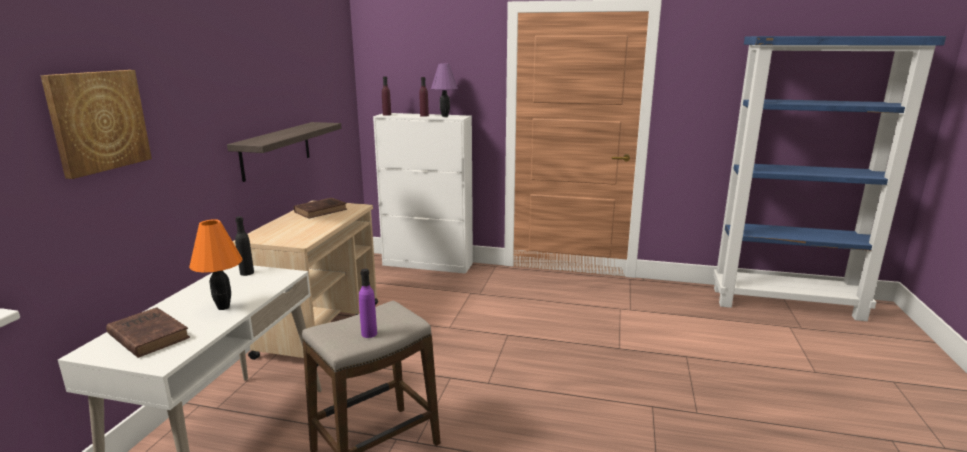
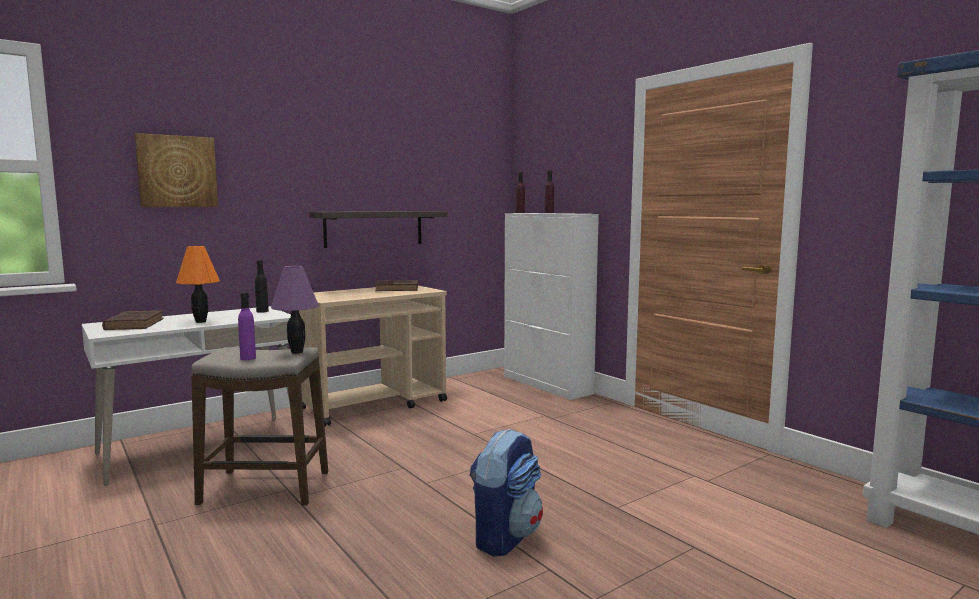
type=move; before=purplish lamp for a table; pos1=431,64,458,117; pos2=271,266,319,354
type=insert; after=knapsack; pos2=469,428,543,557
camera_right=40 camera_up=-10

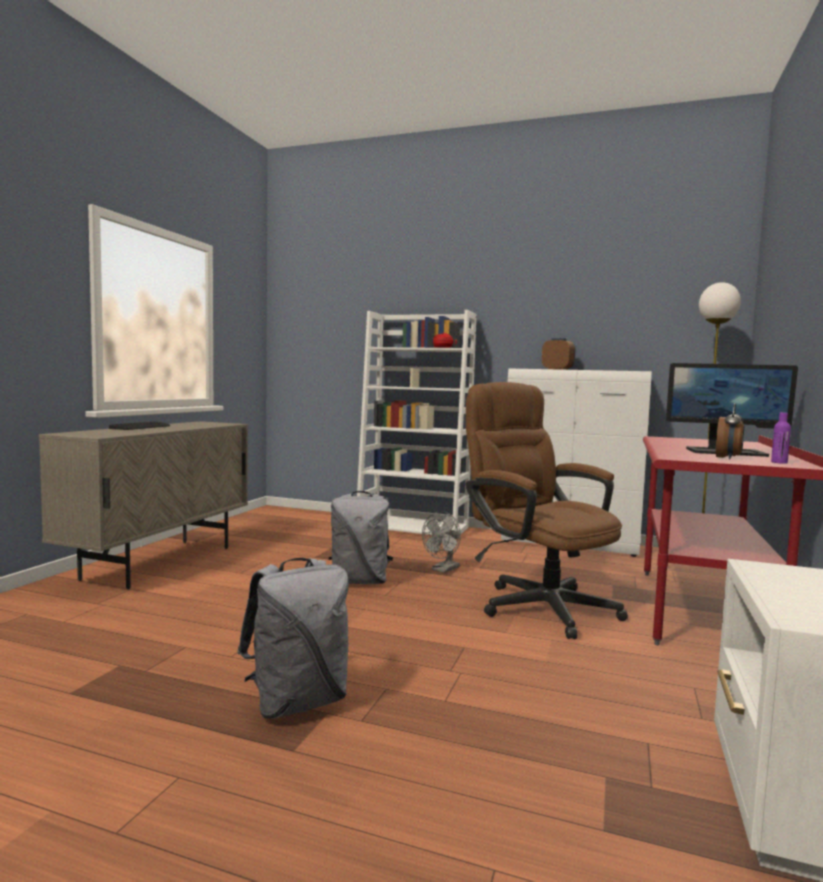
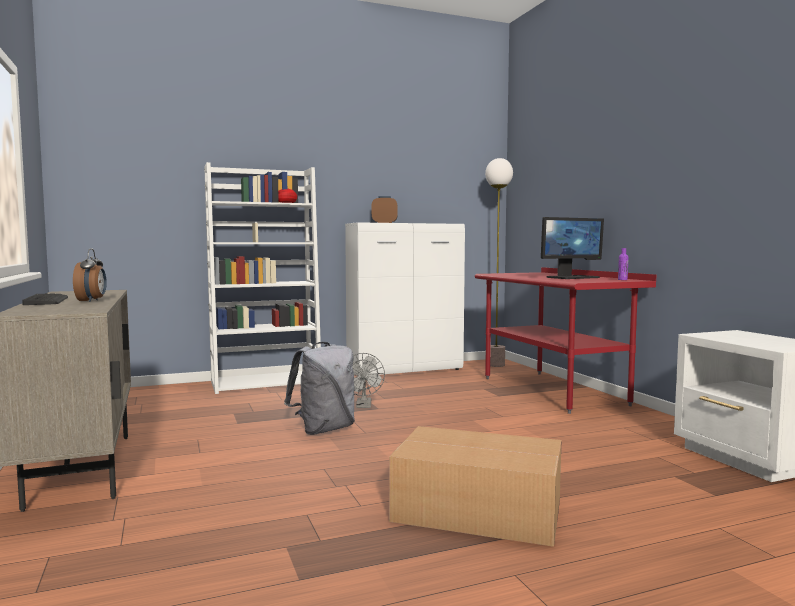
type=move; before=alarm clock; pos1=716,403,744,460; pos2=73,248,107,302
type=replace; before=gray knapsack; after=carton; pos1=237,558,349,719; pos2=389,426,562,547
type=delete; before=brownish office chair; pos1=465,382,628,639
camera_right=-40 camera_up=0

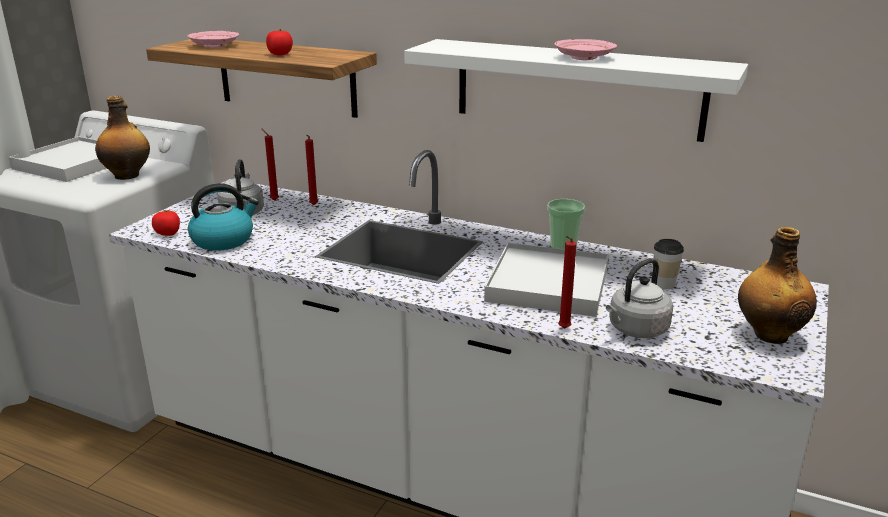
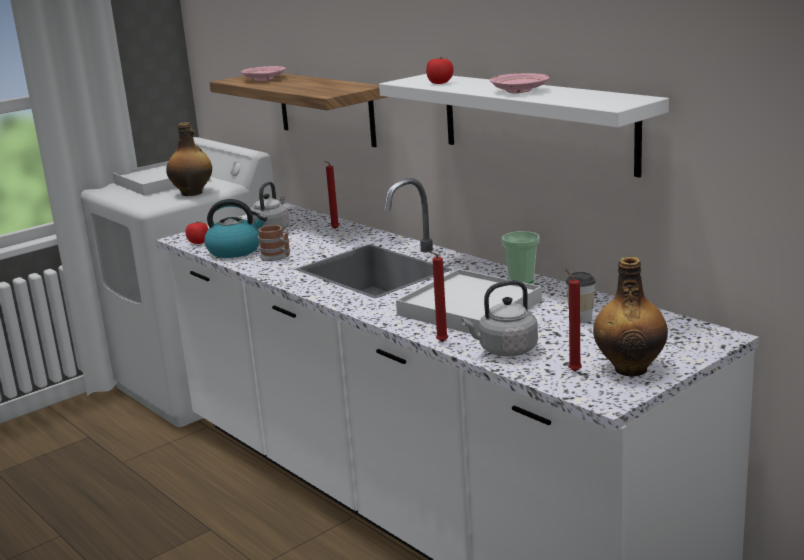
type=insert; after=tea mug; pos2=258,225,290,261
type=move; before=whole tomato; pos1=266,29,293,55; pos2=426,57,454,84
type=move; before=reddish wax candle; pos1=261,128,279,201; pos2=565,269,582,372
camera_right=25 camera_up=-5

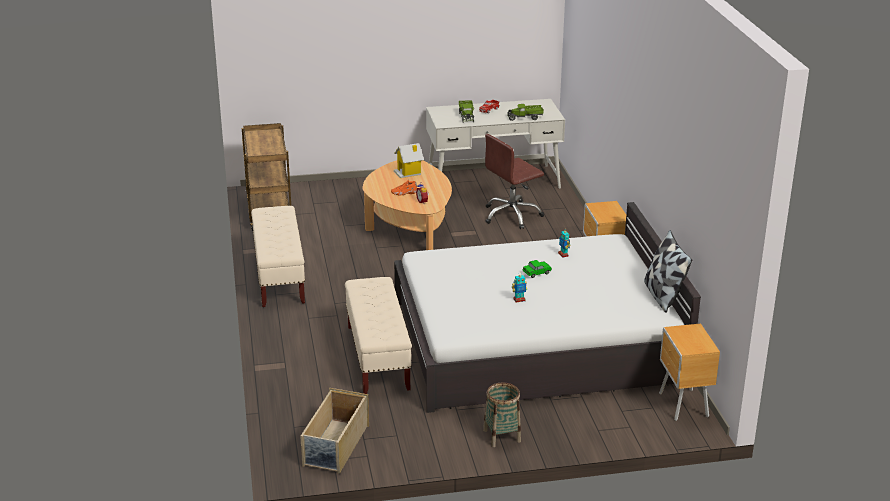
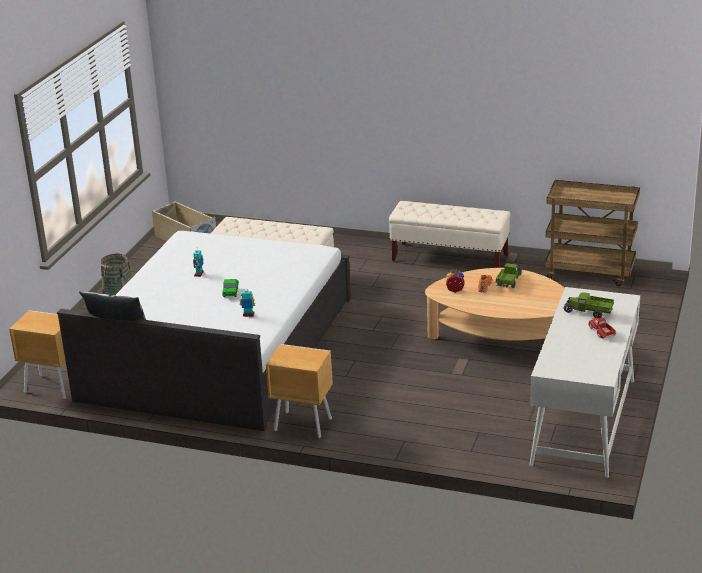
type=move; before=toy lorry; pos1=507,104,544,121; pos2=496,263,522,288
type=delete; before=model house; pos1=394,143,424,178
type=delete; before=brownish office chair; pos1=485,134,544,229
camera_right=120 camera_up=0

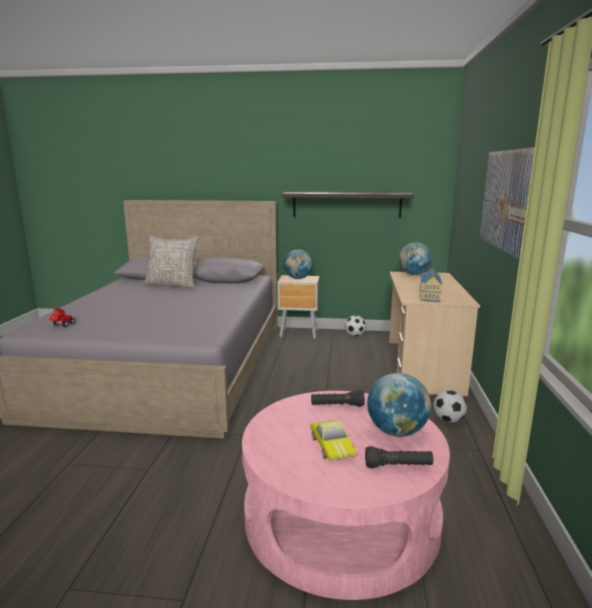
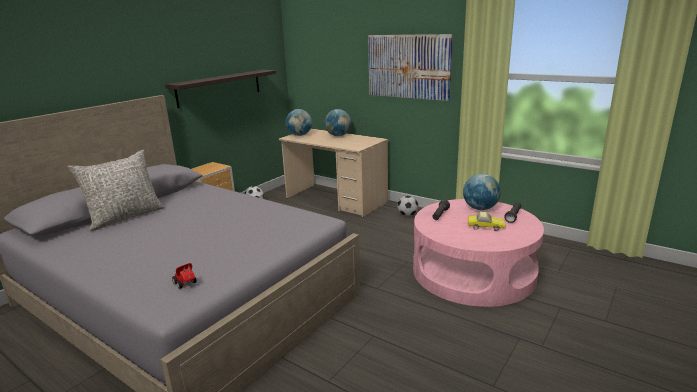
type=move; before=world globe; pos1=283,250,313,279; pos2=324,109,351,136
type=delete; before=model house; pos1=420,268,442,302
camera_right=-60 camera_up=5

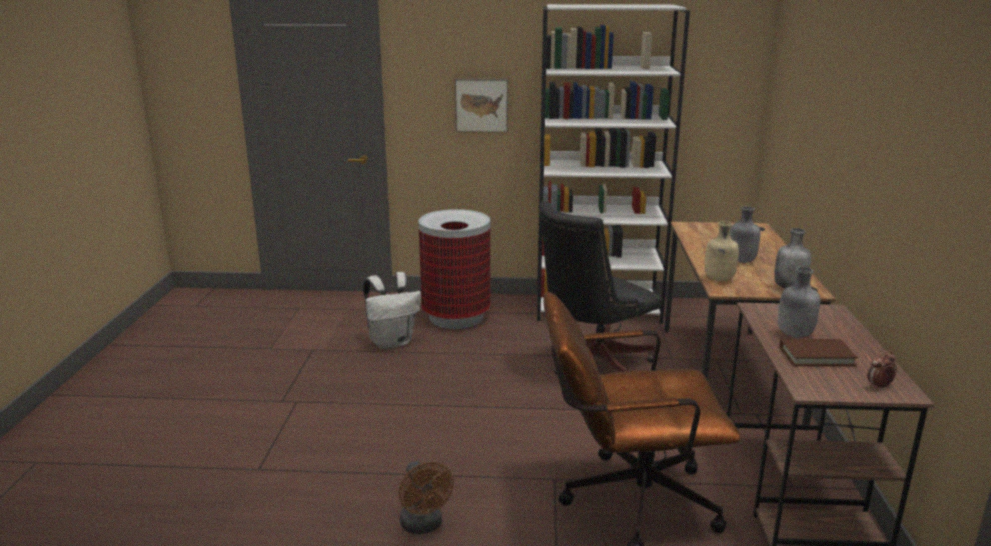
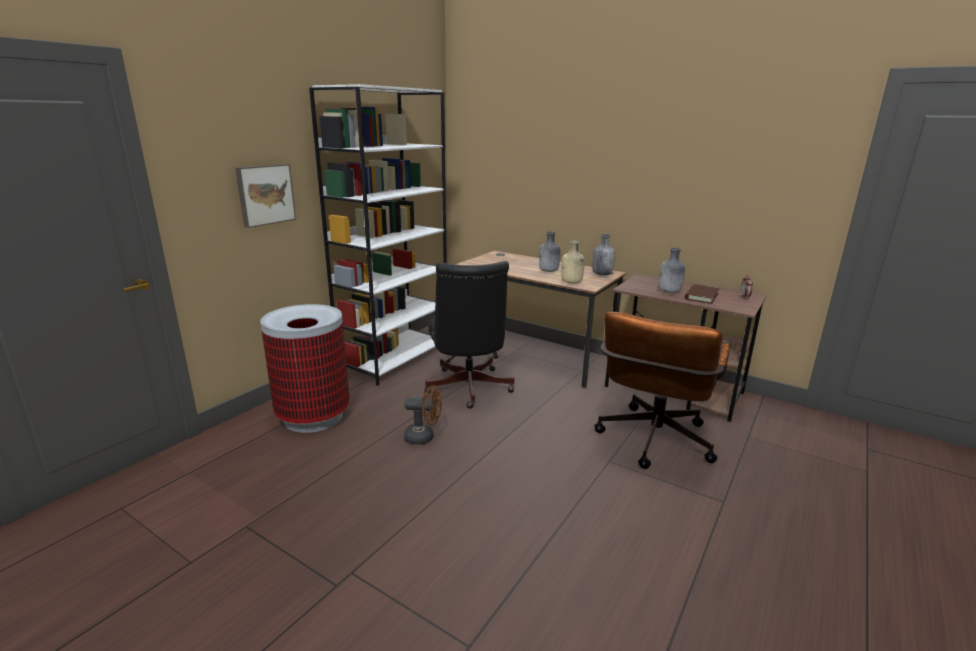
type=move; before=brownish electric fan; pos1=399,461,454,534; pos2=404,385,442,445
type=delete; before=white-coloured knapsack; pos1=363,272,421,349
camera_right=-60 camera_up=0

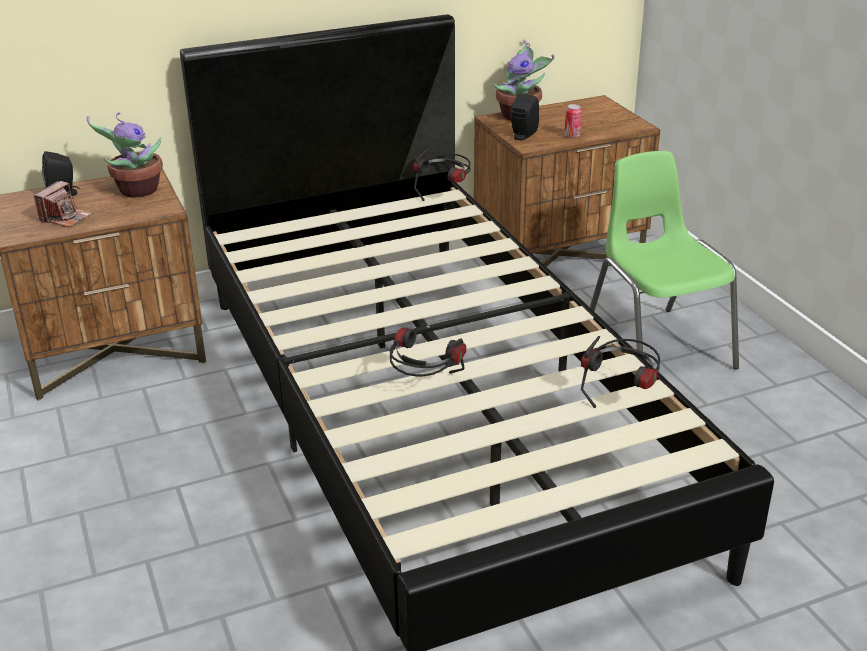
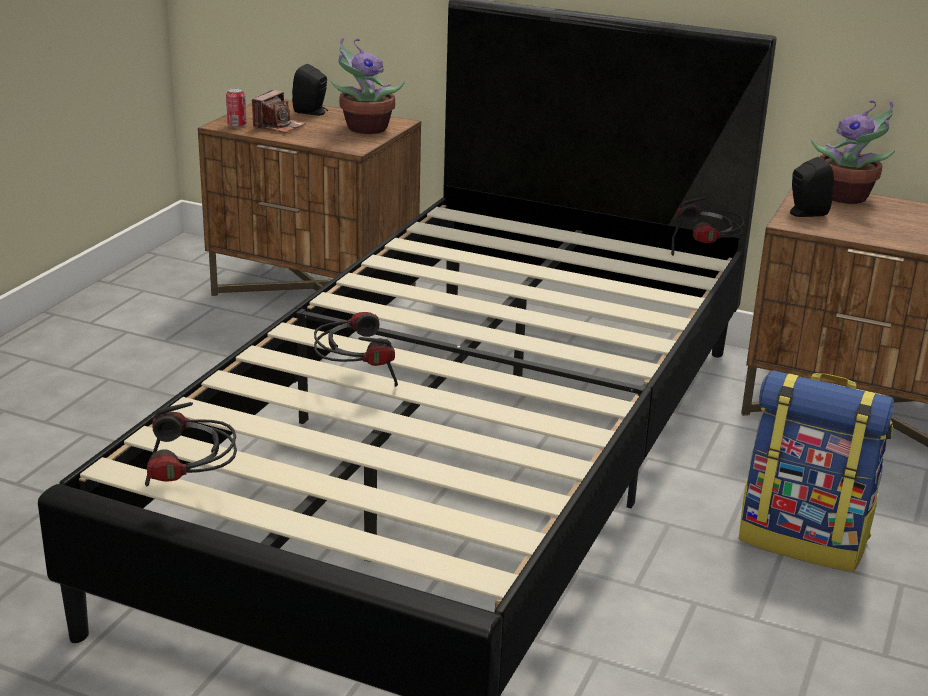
type=move; before=pair of headphones; pos1=581,336,660,408; pos2=145,402,237,487
type=move; before=sealed can; pos1=564,104,582,138; pos2=226,88,246,127
type=rotate; before=photo camera; pos1=34,181,93,227; pos2=252,90,306,133; turn=-45
type=replace; before=green upright chair; after=knapsack; pos1=590,151,739,370; pos2=739,370,894,572
camera_right=45 camera_up=-5

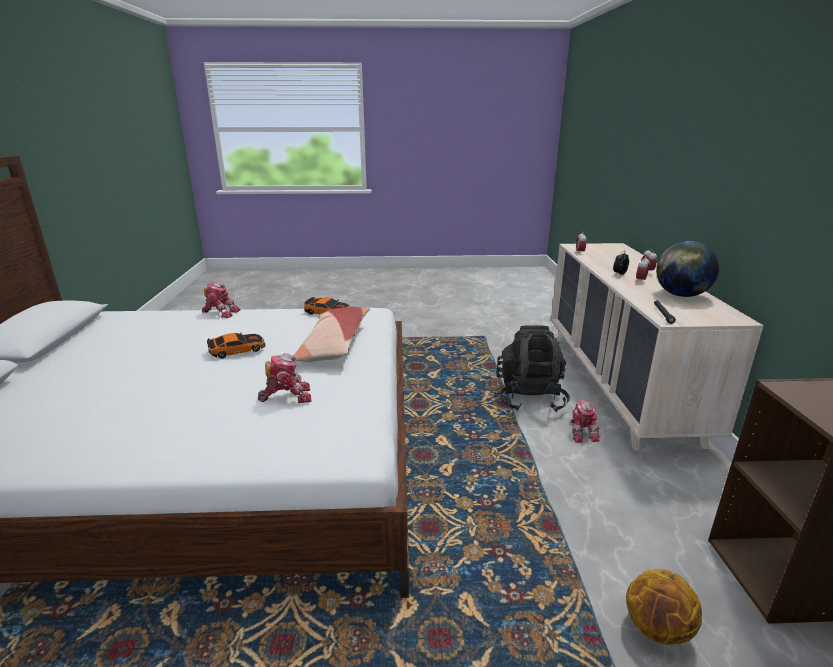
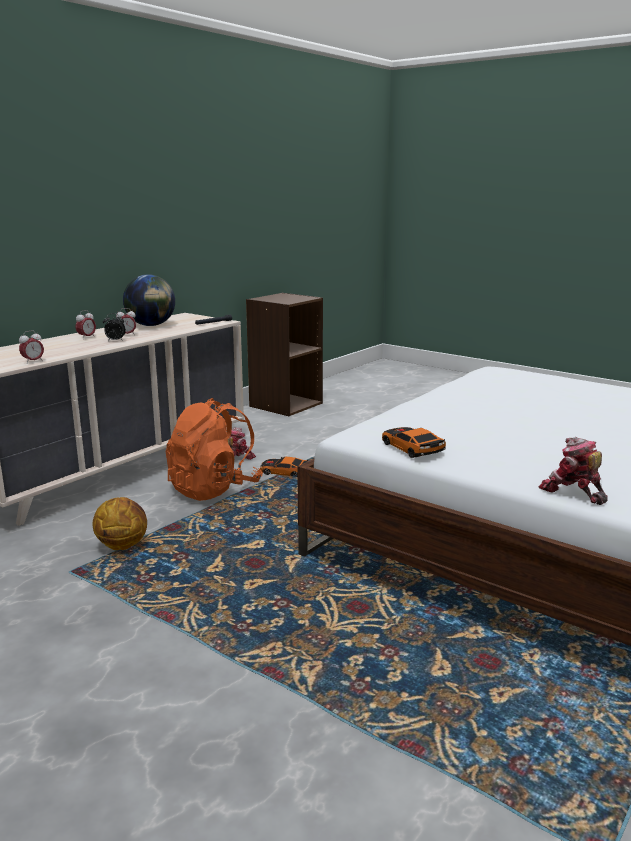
type=move; before=basketball ball; pos1=626,569,702,645; pos2=92,497,147,550
type=recolor; before=blackish knapsack; after=orangey knapsack; pos1=496,325,570,412; pos2=165,398,263,501
type=move; before=miniature car; pos1=207,333,265,358; pos2=260,457,308,477
type=delete; before=model robot; pos1=258,353,311,403
type=delete; before=throw pillow; pos1=294,307,370,362
camera_right=-140 camera_up=-5

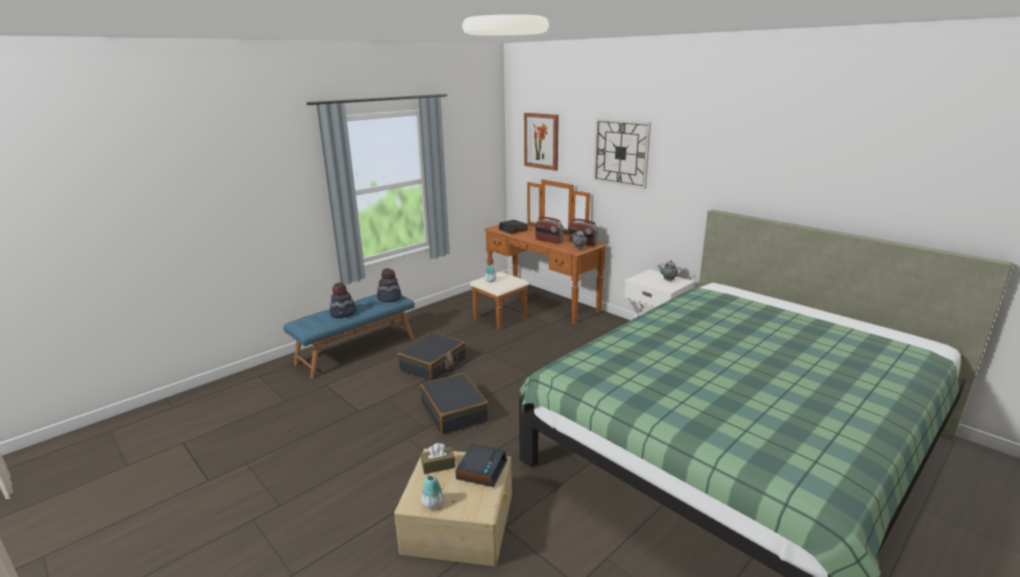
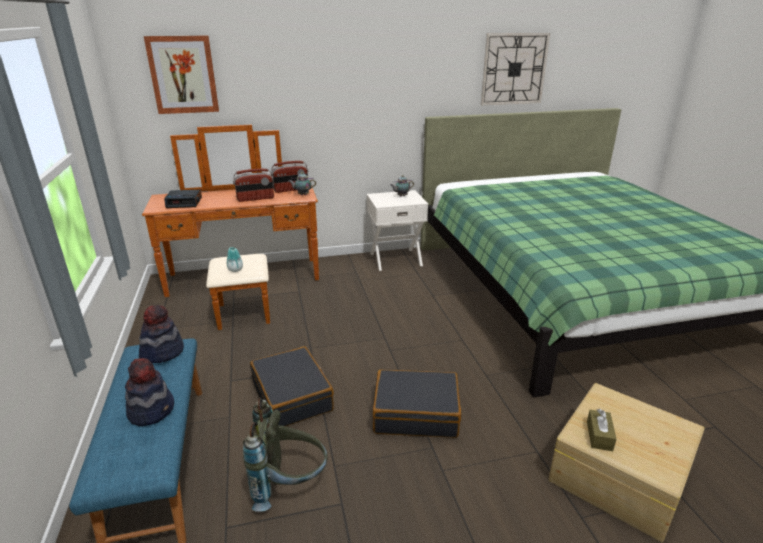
type=insert; after=gray knapsack; pos2=243,398,328,512
type=move; before=hanging clock; pos1=593,119,651,189; pos2=481,33,550,105
type=delete; before=decorative vase; pos1=421,475,443,509
type=delete; before=alarm clock; pos1=455,444,507,487
camera_right=-60 camera_up=5

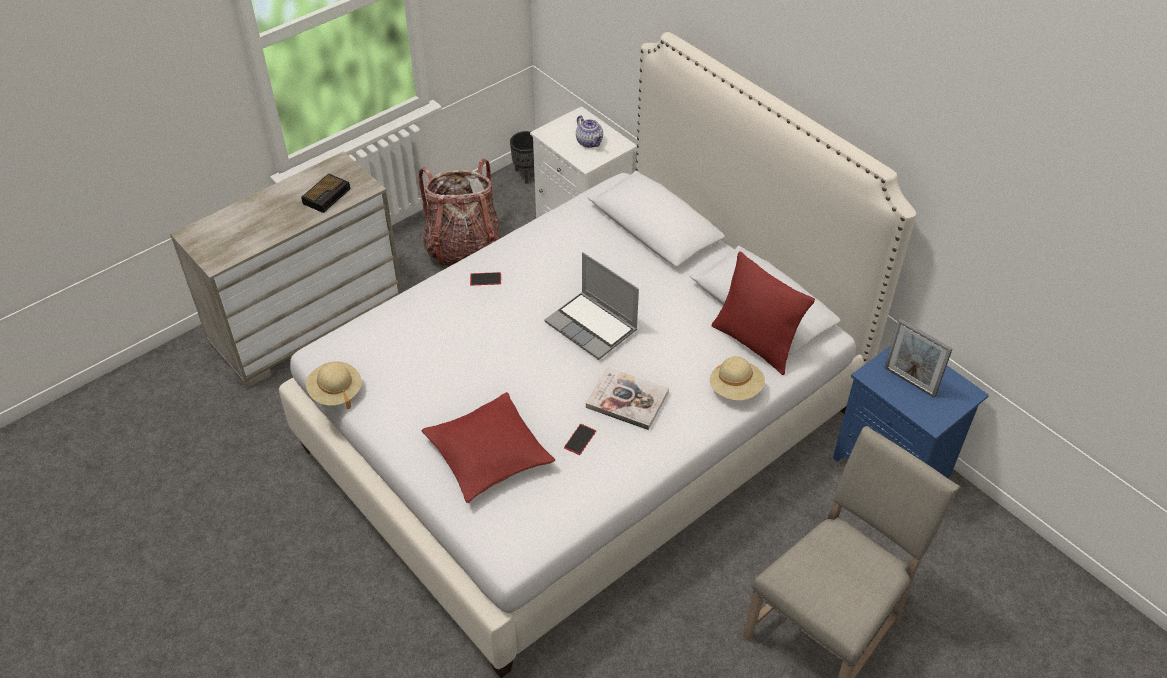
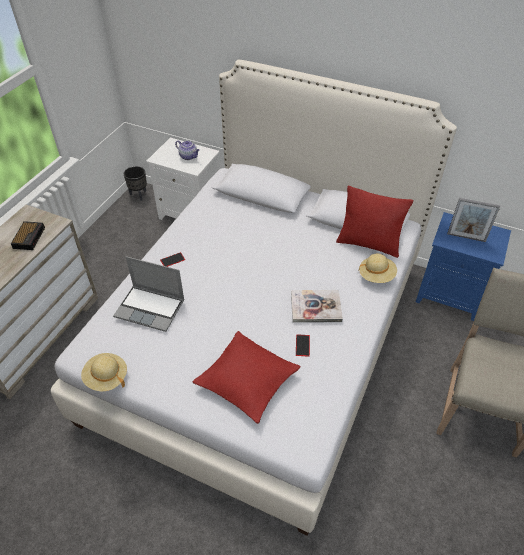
type=move; before=notebook computer; pos1=545,252,639,360; pos2=113,256,185,332
type=delete; before=knapsack; pos1=419,158,500,269
camera_right=-25 camera_up=0

